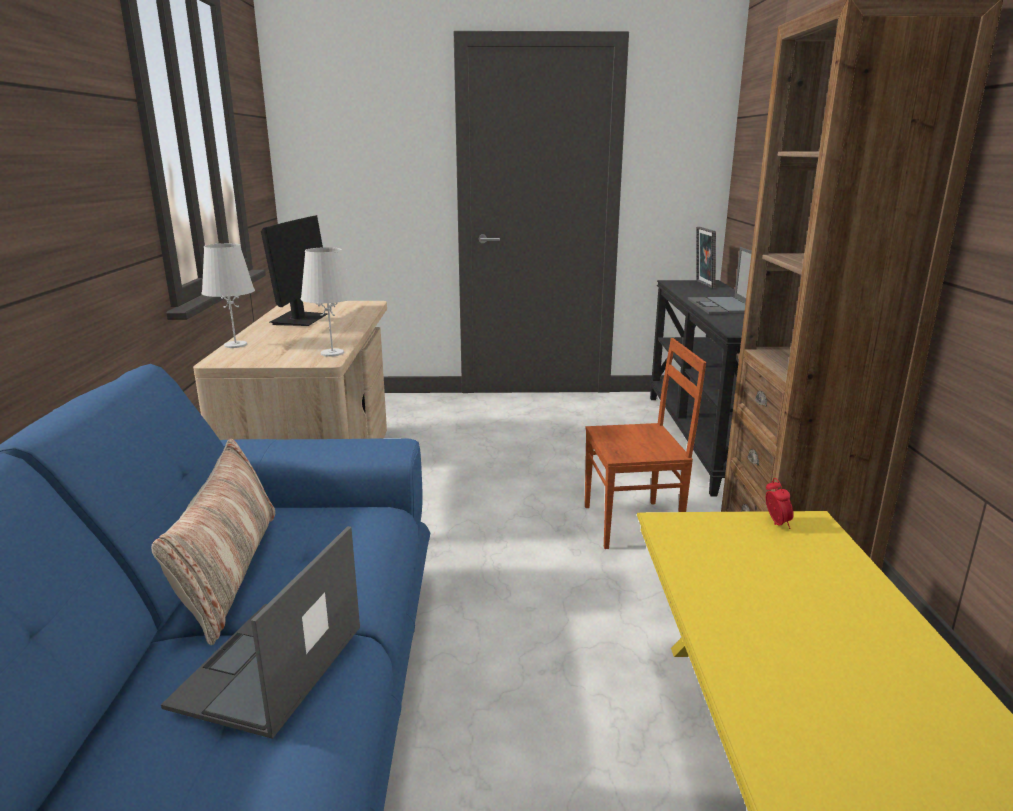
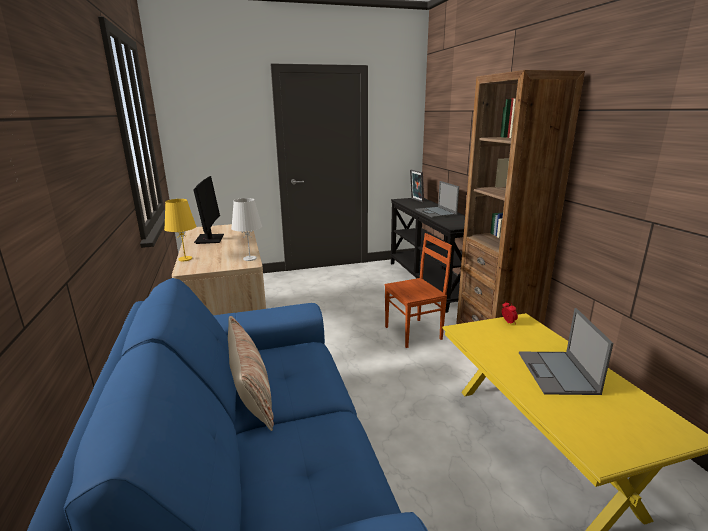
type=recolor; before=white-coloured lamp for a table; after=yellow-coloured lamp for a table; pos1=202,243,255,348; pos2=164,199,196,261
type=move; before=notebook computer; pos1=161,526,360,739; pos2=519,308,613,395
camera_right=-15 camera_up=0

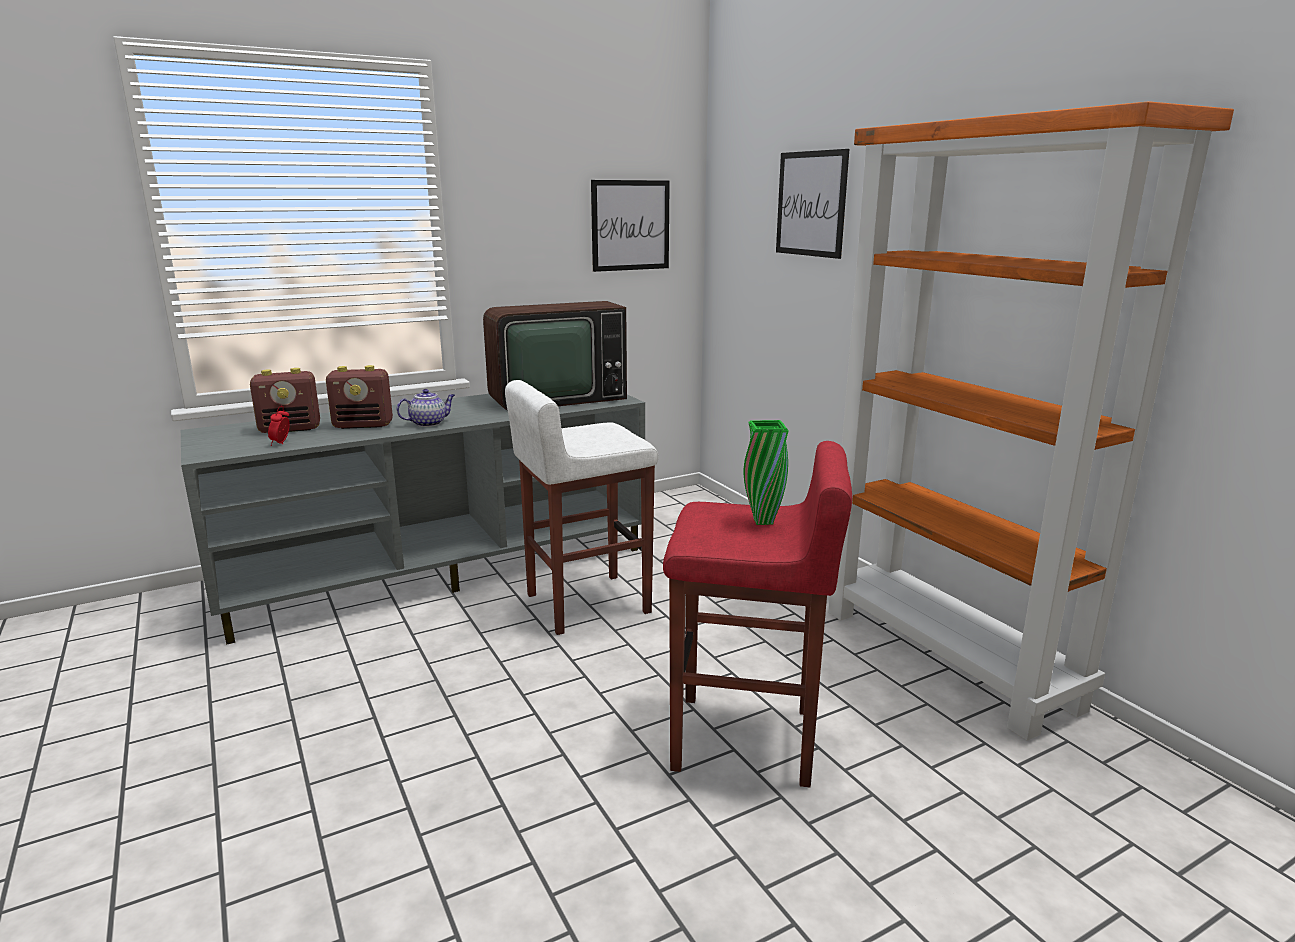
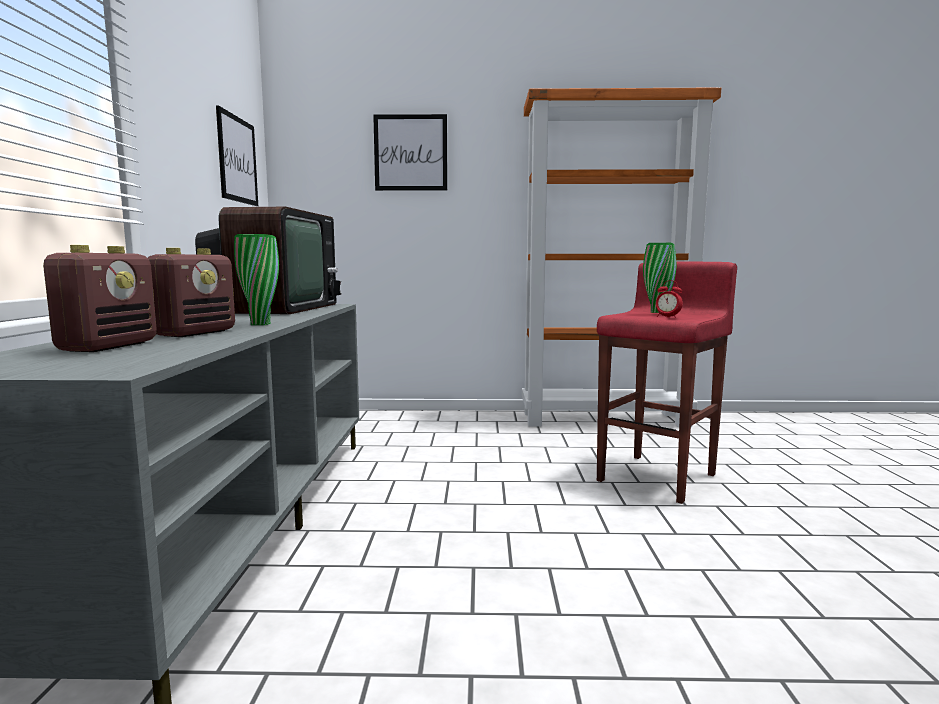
type=replace; before=pot for tea; after=green decorative vase; pos1=396,389,455,427; pos2=234,234,279,325
type=move; before=alarm clock; pos1=268,406,290,446; pos2=656,280,683,318
type=delete; before=white-coloured sitting stool; pos1=505,380,658,635
camera_right=-60 camera_up=-10

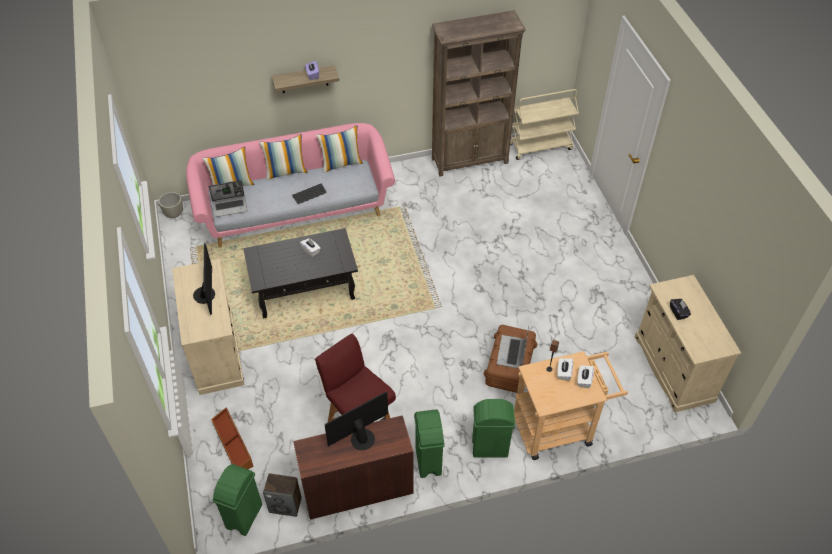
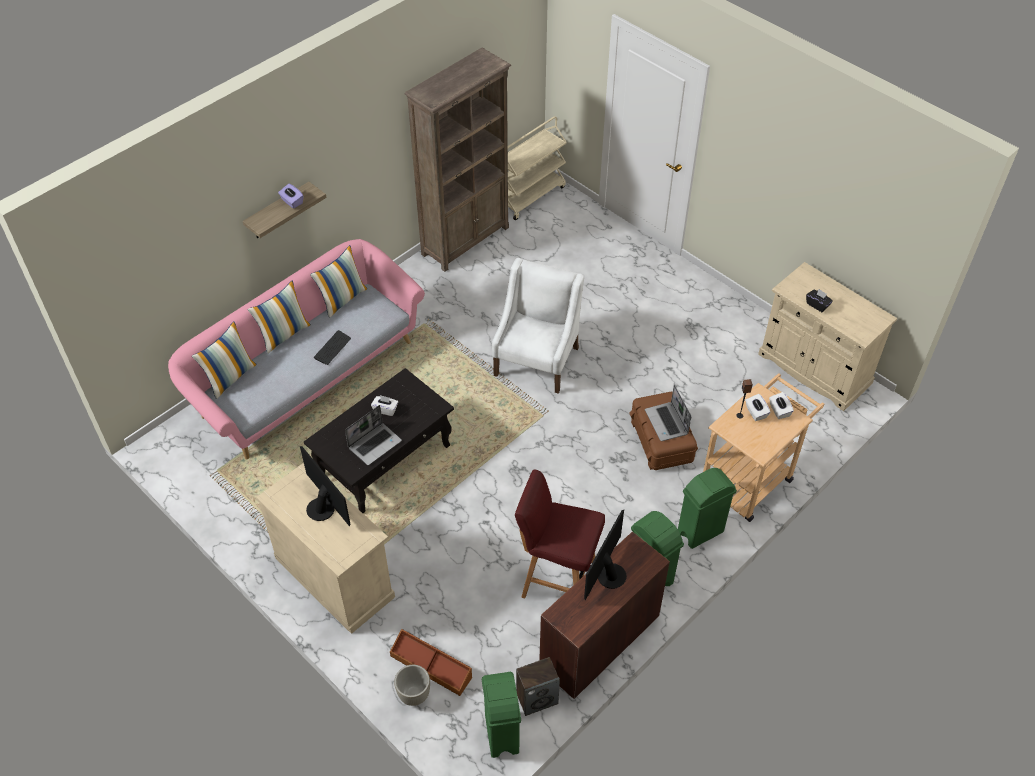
type=move; before=notebook computer; pos1=208,180,247,217; pos2=345,405,402,465
type=move; before=gray flower pot; pos1=159,192,183,218; pos2=394,665,430,706
type=insert; after=white-coloured lounge chair; pos2=492,258,584,394
camera_right=-30 camera_up=0

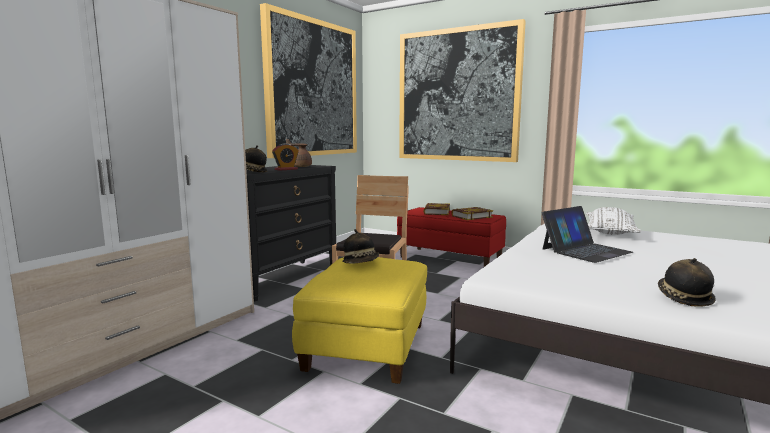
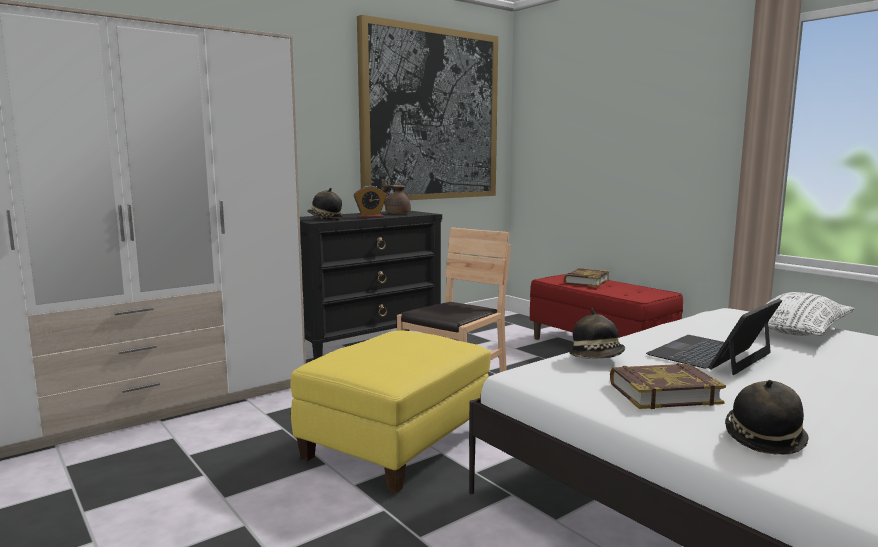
type=move; before=wearable hat; pos1=342,229,379,264; pos2=570,309,625,359
type=move; before=volume; pos1=451,207,493,220; pos2=610,363,726,409
type=rotate; before=notebook computer; pos1=542,206,633,263; pos2=646,299,782,375; turn=150
type=delete; before=picture; pos1=399,19,526,162
camera_right=20 camera_up=0

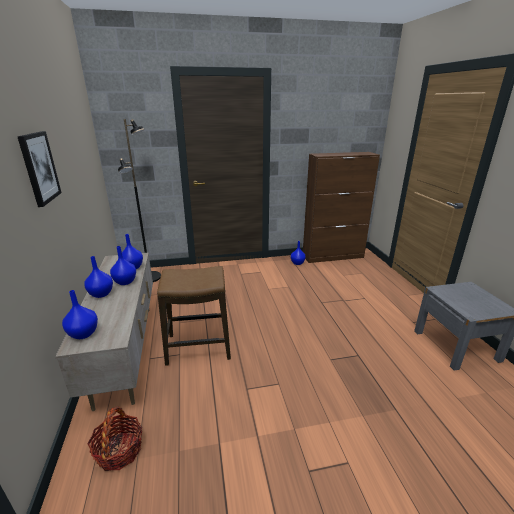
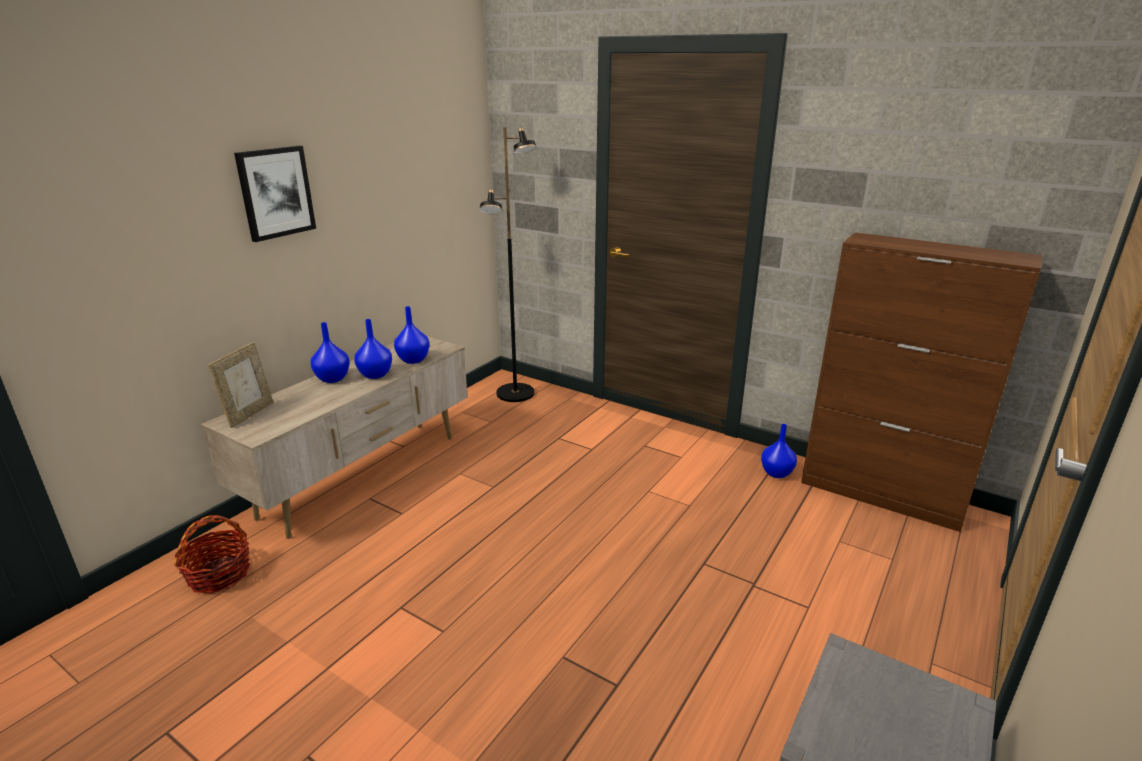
type=replace; before=blue-coloured decorative vase; after=picture frame; pos1=62,290,98,339; pos2=208,342,273,428
type=delete; before=sitting stool; pos1=157,266,231,366
camera_right=45 camera_up=0

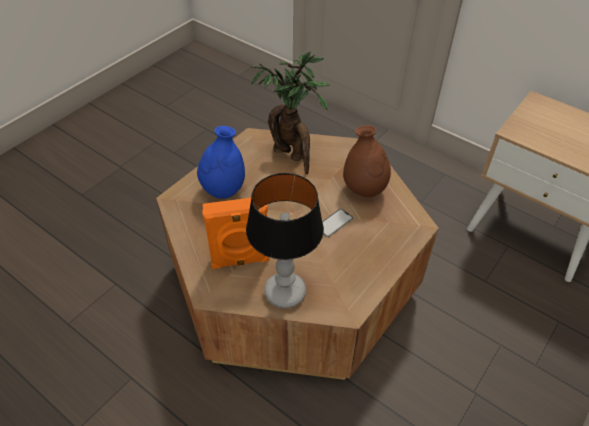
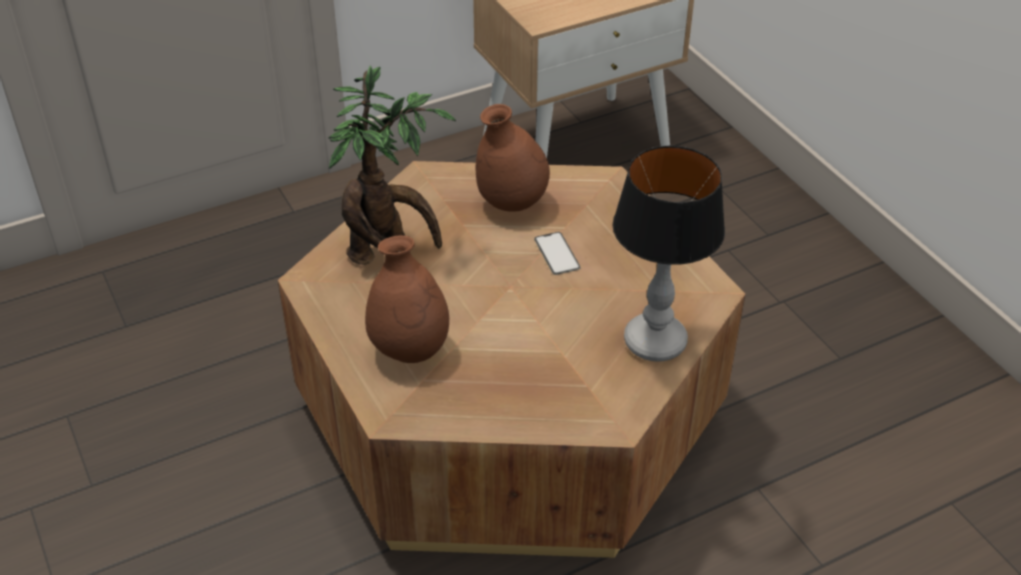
type=recolor; before=blue-coloured decorative vase; after=brownish decorative vase; pos1=197,126,245,199; pos2=365,236,449,363
type=delete; before=orangey audio speaker; pos1=202,198,270,269
camera_right=-65 camera_up=-5

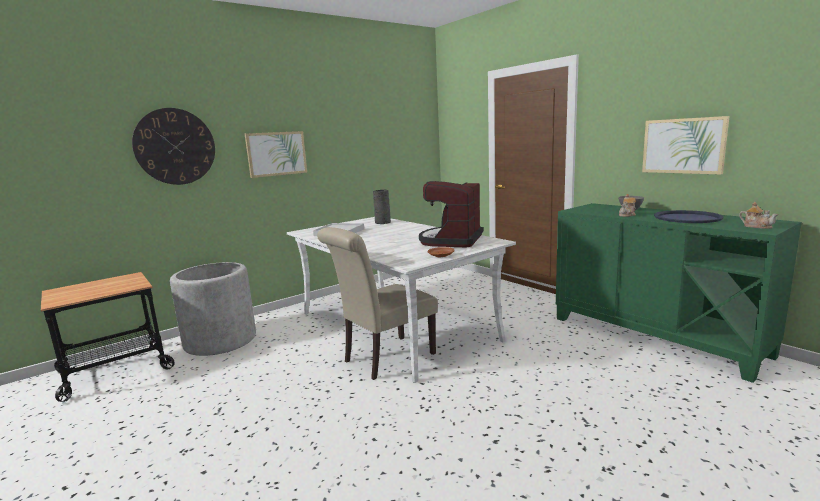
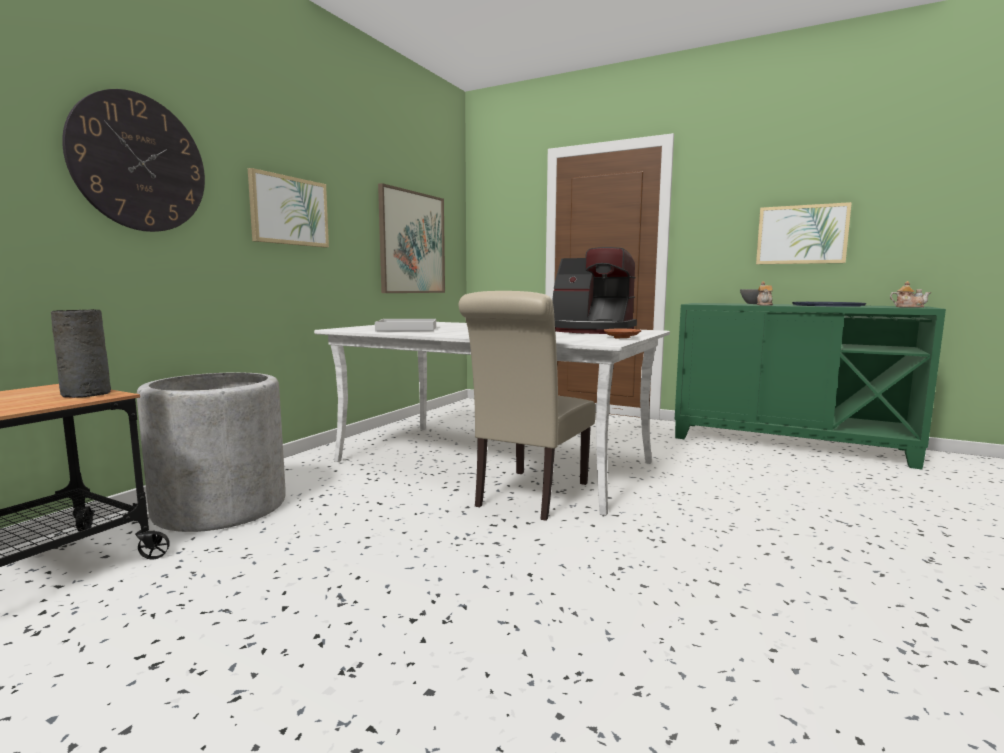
type=move; before=gray decorative vase; pos1=373,190,391,224; pos2=51,309,111,398
type=insert; after=picture; pos2=378,183,445,293
type=rotate; before=coffee machine; pos1=419,181,483,248; pos2=552,247,637,334; turn=-60
camera_right=-25 camera_up=-5

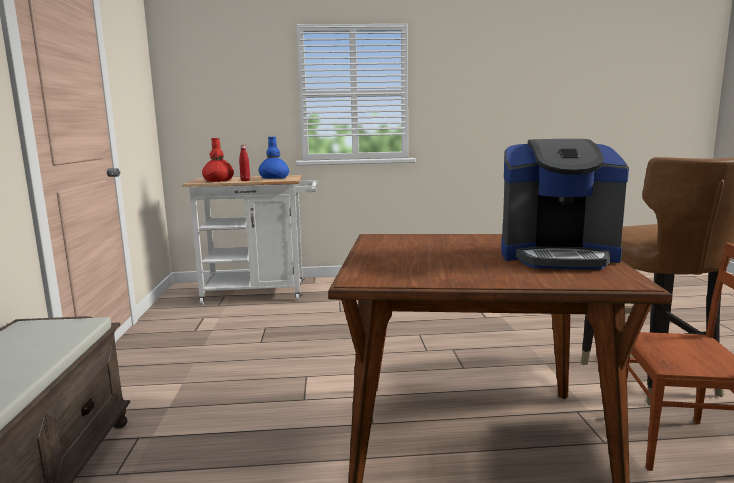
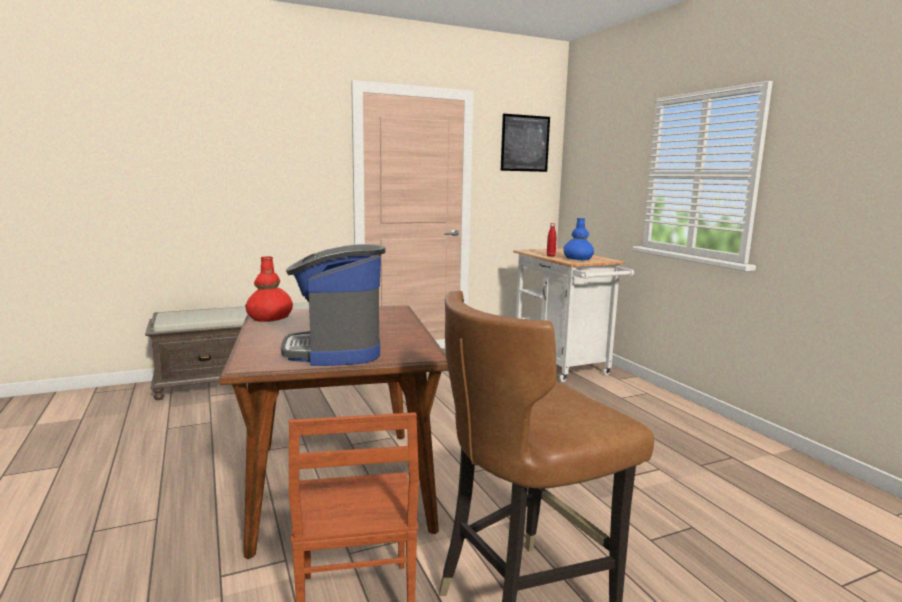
type=move; before=reddish decorative vase; pos1=202,138,234,182; pos2=245,257,293,322
type=insert; after=picture; pos2=501,114,550,172
camera_right=70 camera_up=0

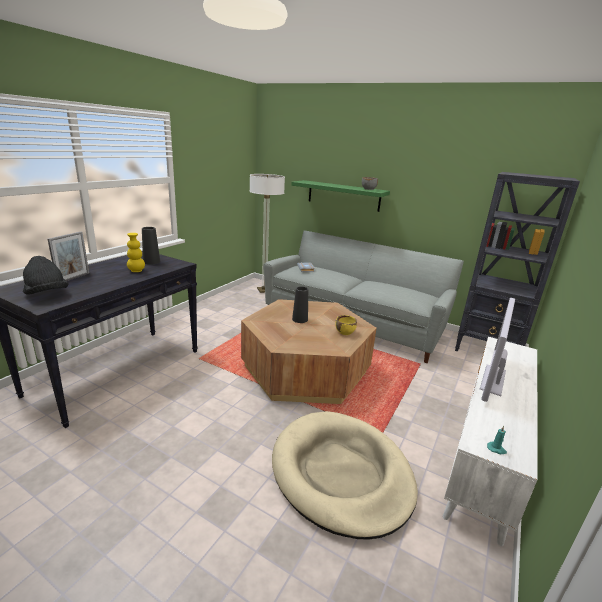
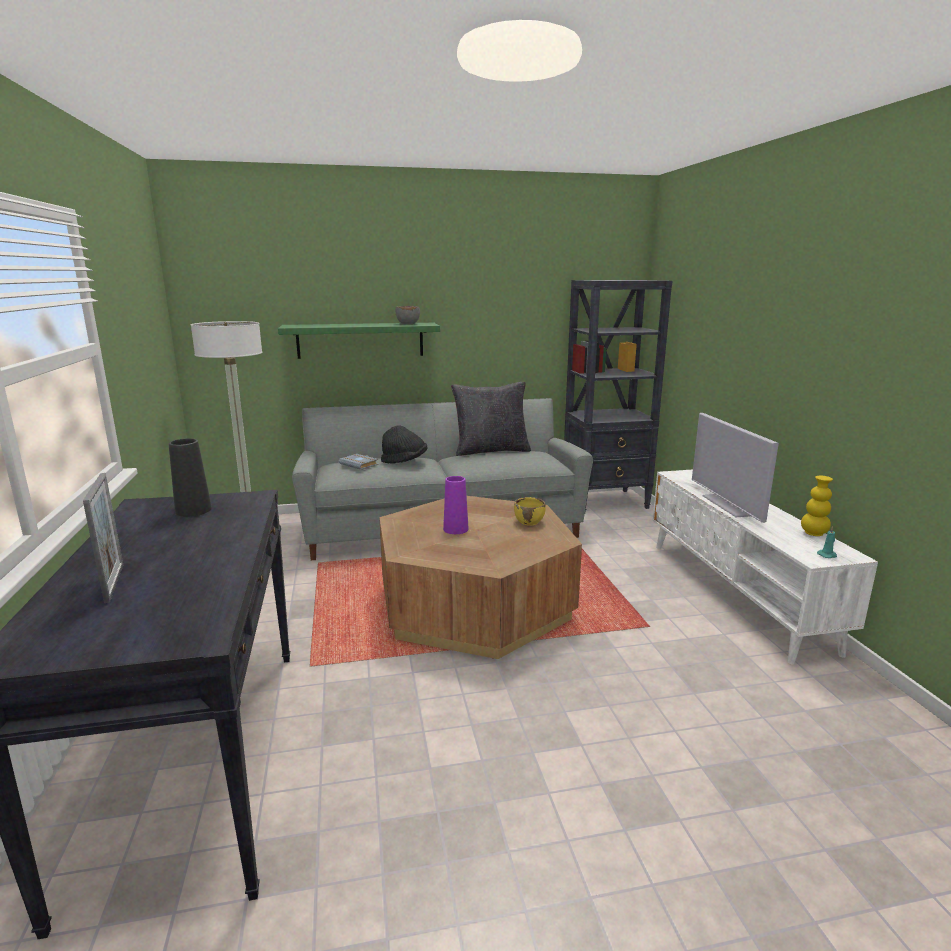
type=move; before=blackish wearable hat; pos1=23,256,69,295; pos2=381,425,427,464
type=recolor; before=blackish decorative vase; after=purplish decorative vase; pos1=292,286,308,323; pos2=443,476,469,534
type=insert; after=blackish throw pillow; pos2=451,382,531,456
type=move; before=yellow-coloured decorative vase; pos1=127,233,145,272; pos2=801,476,833,536
type=delete; before=sand-coloured dog cushion; pos1=272,411,418,540
camera_right=-40 camera_up=-5

